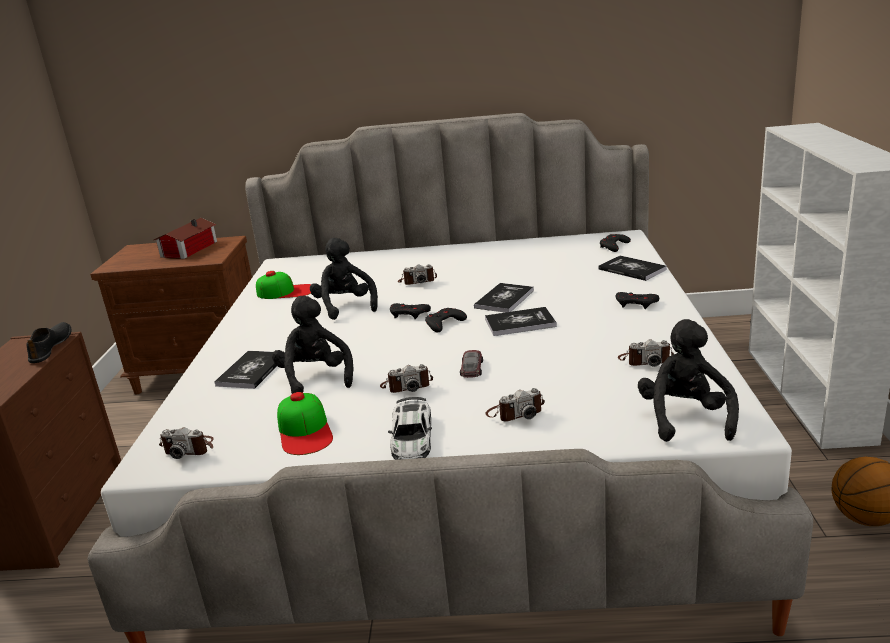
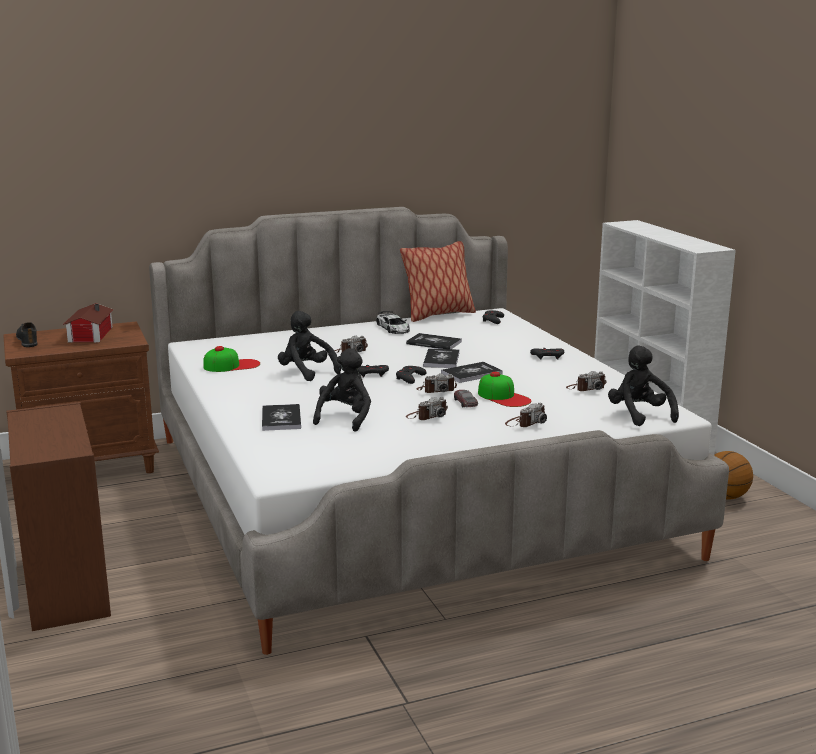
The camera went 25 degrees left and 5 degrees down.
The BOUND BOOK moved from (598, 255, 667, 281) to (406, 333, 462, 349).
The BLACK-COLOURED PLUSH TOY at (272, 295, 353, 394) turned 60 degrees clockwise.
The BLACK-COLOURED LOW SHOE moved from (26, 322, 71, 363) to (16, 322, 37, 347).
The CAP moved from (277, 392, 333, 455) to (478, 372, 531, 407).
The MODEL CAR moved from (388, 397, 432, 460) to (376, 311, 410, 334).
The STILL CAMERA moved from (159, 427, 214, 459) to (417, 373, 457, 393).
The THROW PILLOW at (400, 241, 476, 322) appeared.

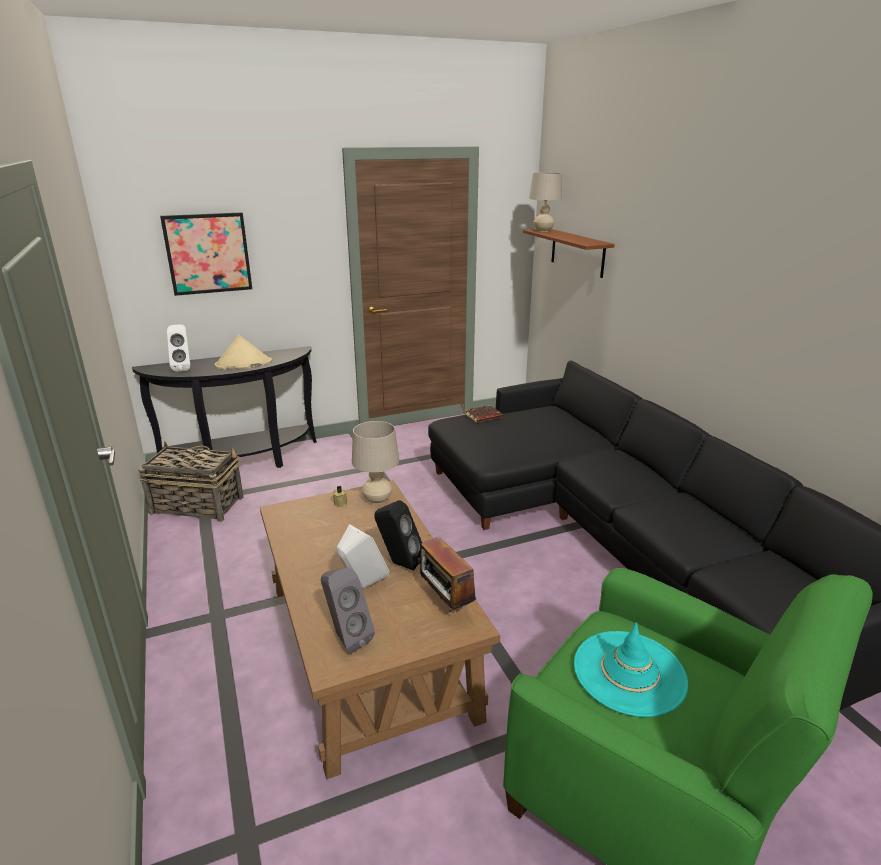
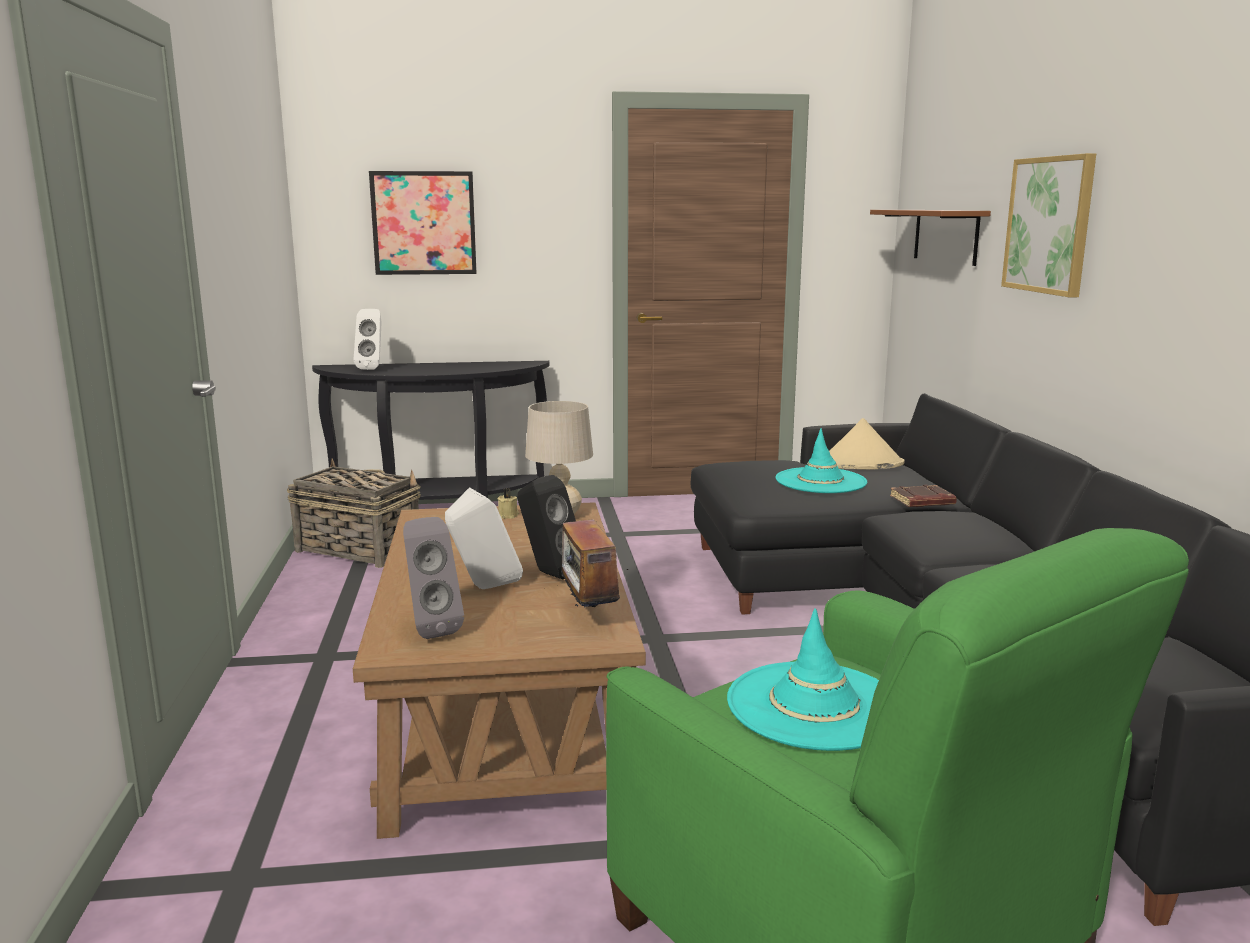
The camera went 15 degrees right and 10 degrees down.
The SAND-COLOURED LAMP FOR A TABLE at (529, 172, 562, 232) disappeared.
The SAND-COLOURED WEARABLE HAT moved from (215, 334, 272, 370) to (829, 418, 904, 469).
The BROWN BOUND BOOK moved from (465, 405, 502, 423) to (890, 485, 957, 507).
The PICTURE at (1001, 153, 1096, 297) appeared.
The BLUE-GREEN WEARABLE HAT at (776, 428, 867, 493) appeared.

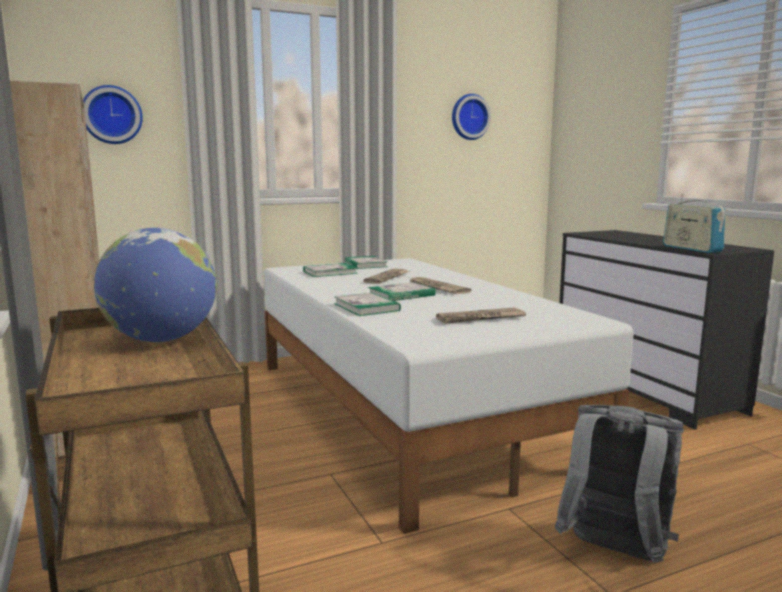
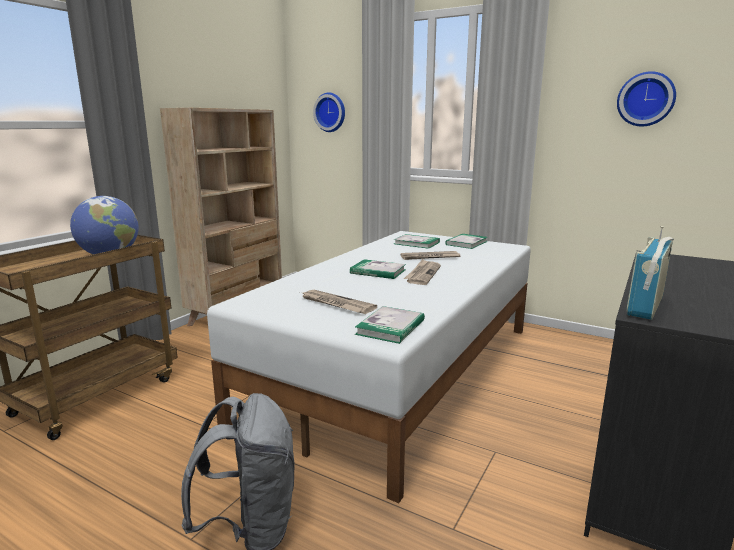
The camera went 55 degrees right and 5 degrees up.
The BOUND BOOK moved from (334, 293, 401, 316) to (355, 306, 425, 344).

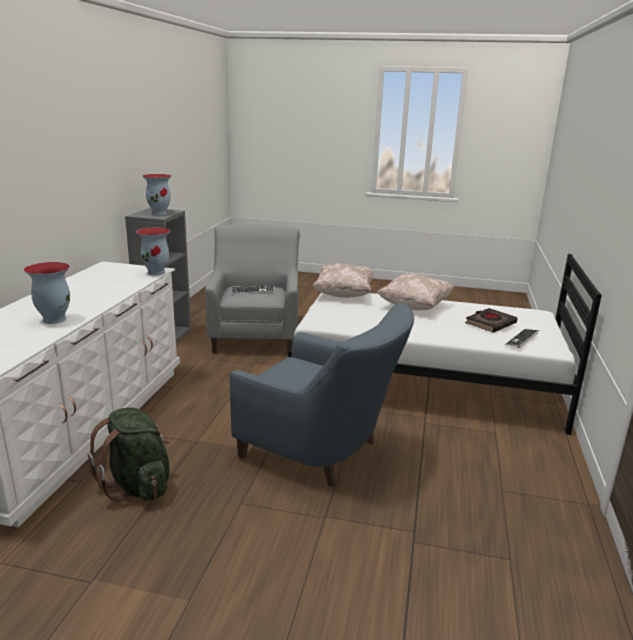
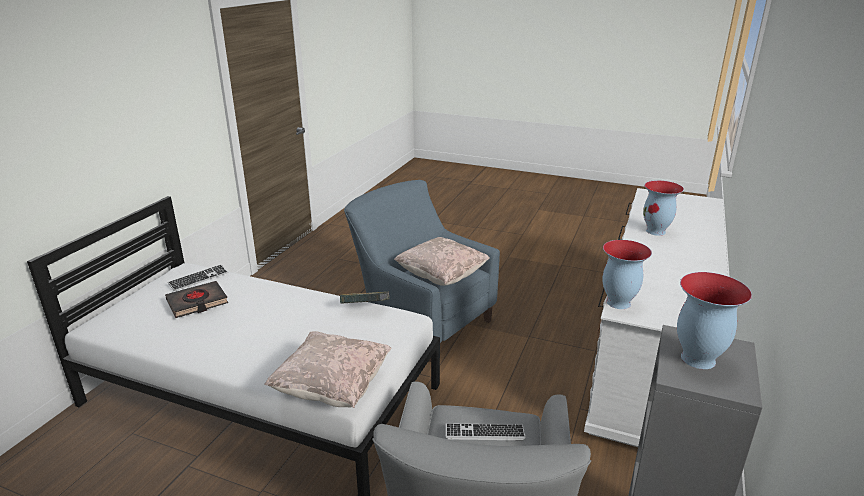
The camera went 170 degrees left and 5 degrees up.
The SAND-COLOURED THROW PILLOW moved from (377, 274, 454, 310) to (394, 237, 490, 285).
The GREEN-COLOURED KNAPSACK at (88, 407, 170, 502) disappeared.
The BOUND BOOK at (340, 292, 389, 304) appeared.

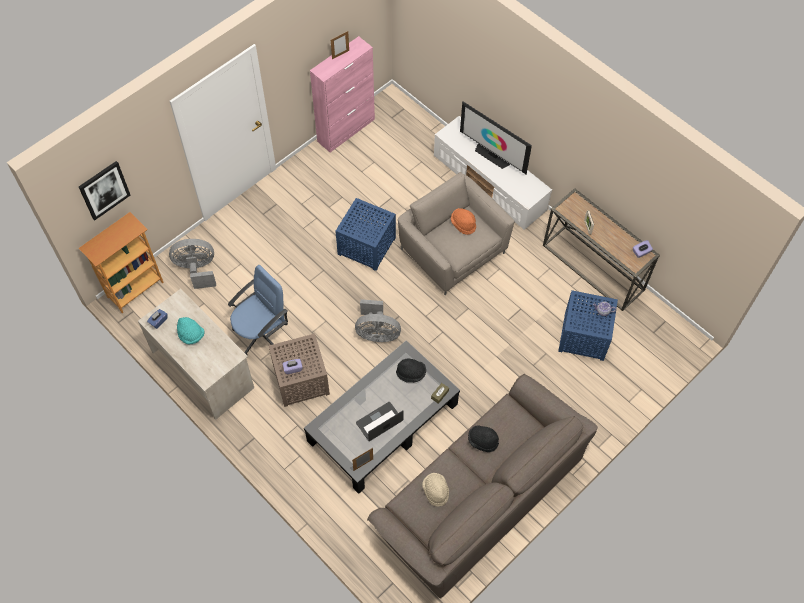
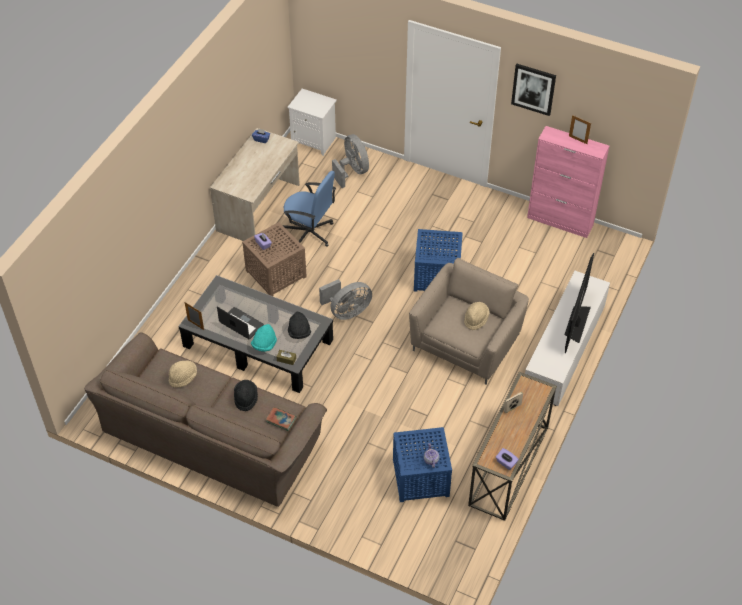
The camera went 70 degrees right and 10 degrees down.
The PICTURE moved from (79, 161, 130, 220) to (511, 64, 556, 116).
The ORANGE-COLOURED WEARABLE HAT at (451, 208, 476, 235) became the SAND-COLOURED WEARABLE HAT at (464, 302, 490, 330).
The BOOKCASE at (79, 212, 164, 313) was replaced by the WHITE BEDSIDE TABLE at (288, 89, 337, 156).
The GRAY ELECTRIC FAN at (355, 299, 401, 342) turned 105 degrees counterclockwise.
The BLUE-GREEN WEARABLE HAT moved from (177, 317, 204, 344) to (251, 324, 277, 352).
The BOUND BOOK at (266, 407, 296, 431) appeared.

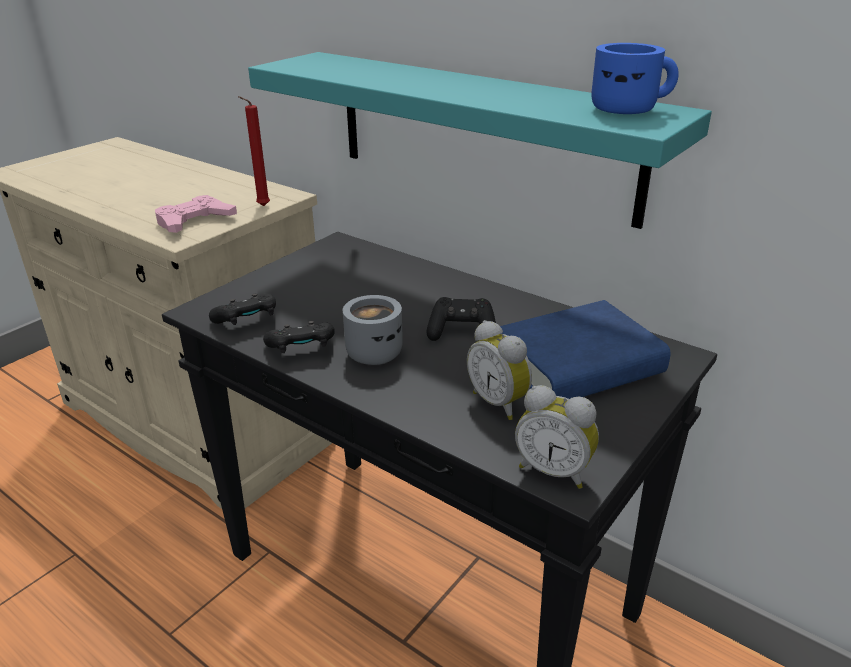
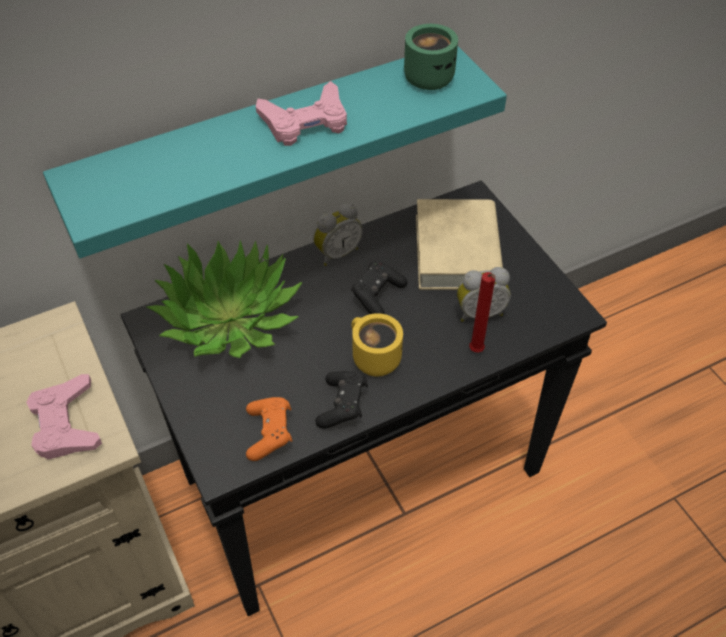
The camera went 65 degrees left and 20 degrees up.
The BLUE-COLOURED COFFEE MUG at (592, 43, 679, 114) became the GREEN-COLOURED COFFEE MUG at (404, 24, 458, 90).
The RED WAX CANDLE moved from (238, 96, 270, 206) to (469, 272, 495, 352).
The BLACK-COLOURED GAME CONTROLLER at (209, 294, 276, 325) became the ORANGE-COLOURED GAME CONTROLLER at (246, 397, 293, 461).
The GRAY COFFEE MUG at (343, 295, 403, 365) became the YELLOW-COLOURED COFFEE MUG at (351, 313, 403, 377).
The BLUE-COLOURED BOUND BOOK at (500, 300, 670, 399) became the SAND-COLOURED BOUND BOOK at (416, 199, 503, 290).
The ALARM CLOCK moved from (515, 385, 599, 489) to (313, 203, 363, 266).
The PINKISH GAME CONTROLLER at (256, 81, 347, 146) appeared.
The POTTED PLANT at (146, 240, 303, 358) appeared.

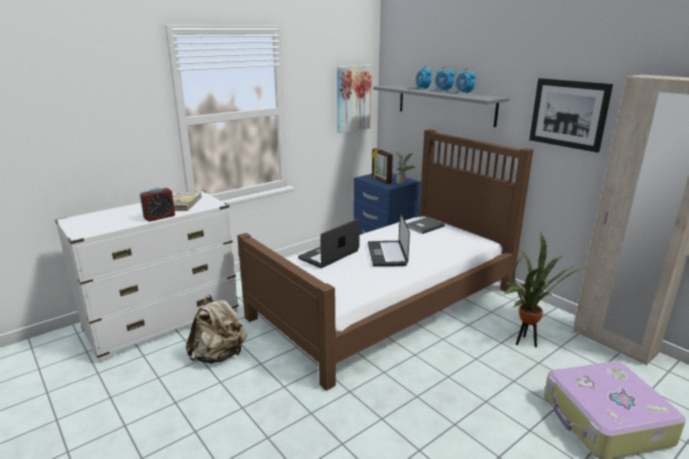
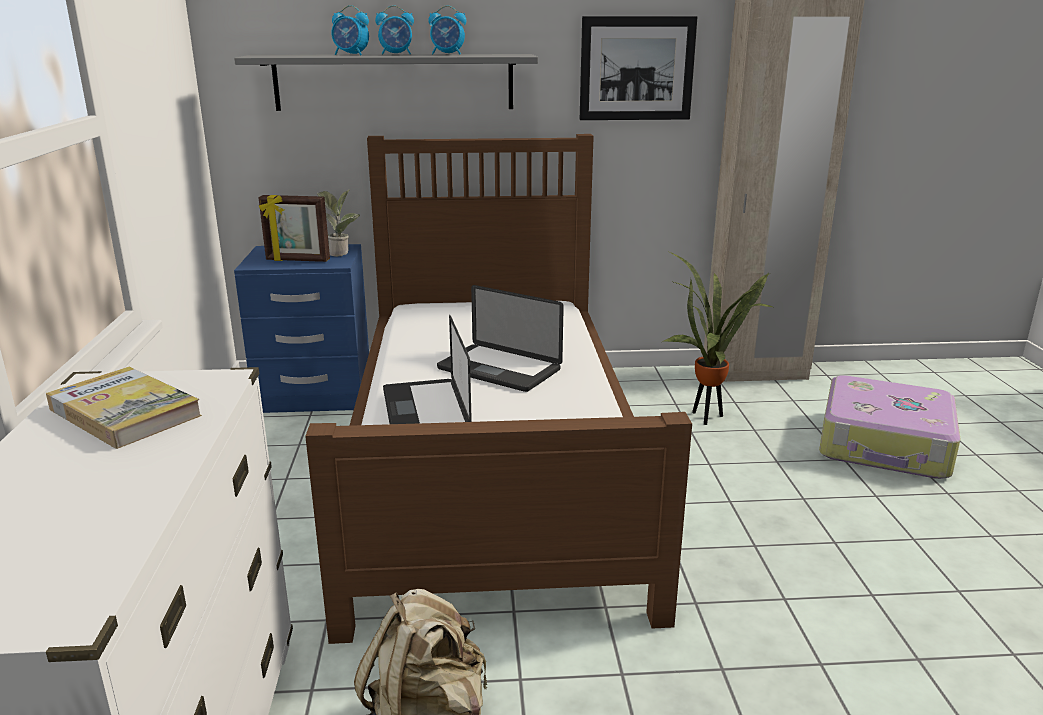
The camera went 55 degrees left and 0 degrees up.
The PICTURE at (337, 65, 372, 133) disappeared.
The ALARM CLOCK at (140, 187, 175, 222) disappeared.
The GRAY BOUND BOOK at (407, 217, 445, 234) disappeared.

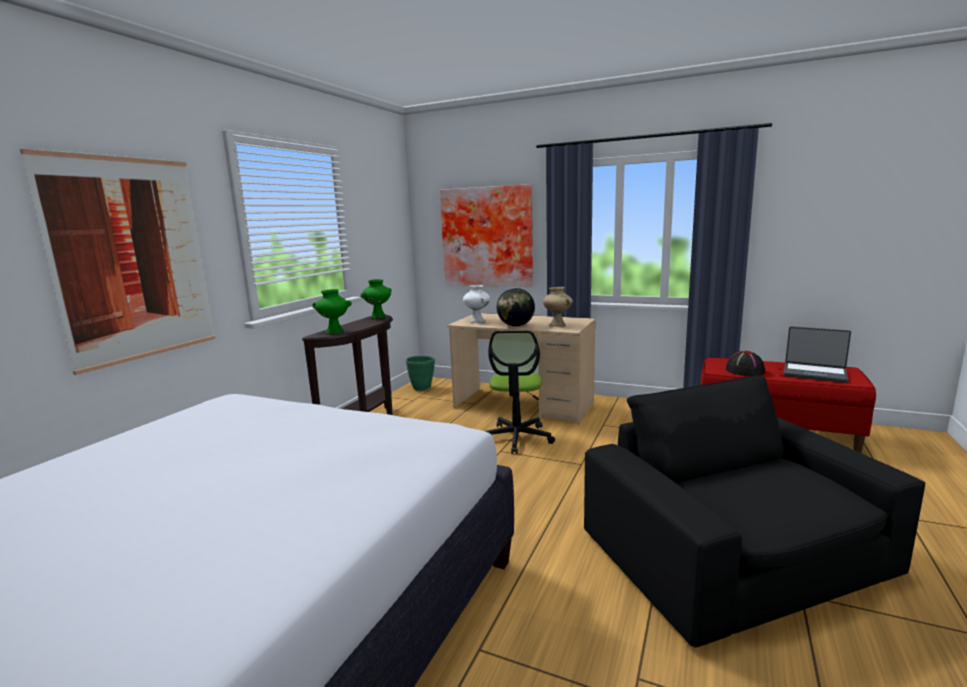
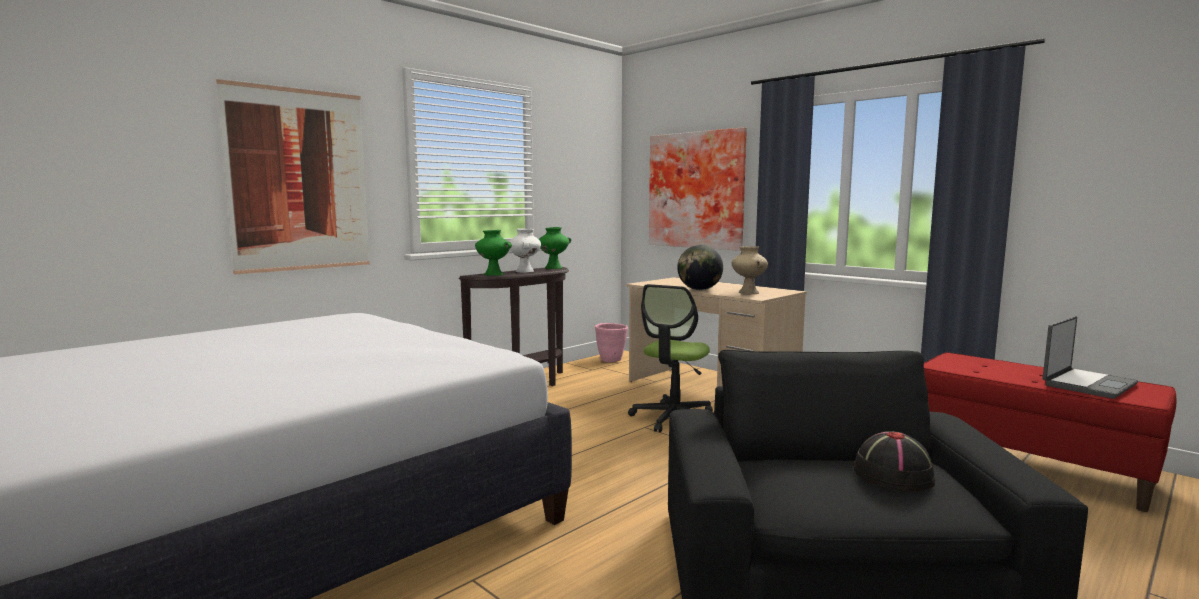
The camera went 20 degrees right and 5 degrees down.
The WHITE FLOWER VASE moved from (463, 285, 490, 323) to (509, 228, 541, 273).
The NOTEBOOK COMPUTER at (784, 327, 851, 383) turned 90 degrees counterclockwise.
The BLACK-COLOURED WEARABLE HAT moved from (726, 351, 766, 376) to (854, 431, 935, 492).
The GREEN-COLOURED PLANTER at (406, 356, 435, 391) became the PINKISH PLANTER at (595, 323, 628, 362).

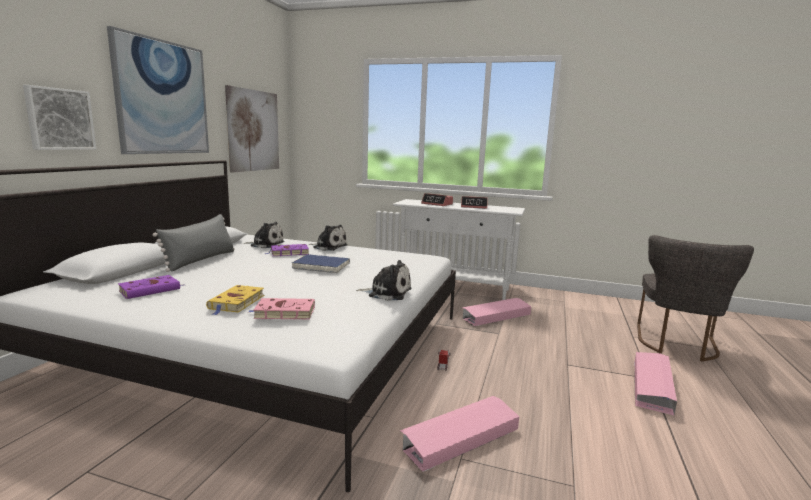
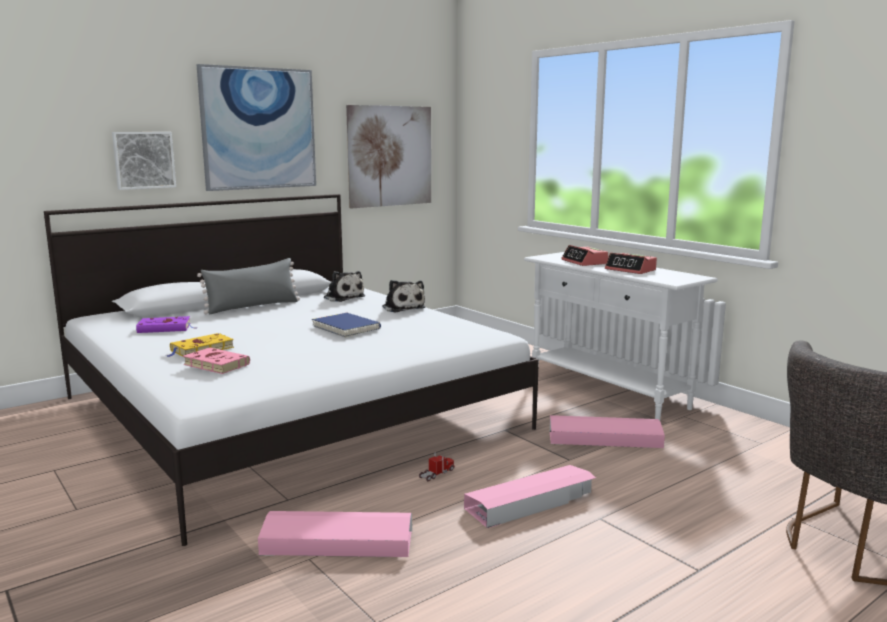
The camera went 35 degrees right and 0 degrees up.
The PURPLE-COLOURED BOUND BOOK at (264, 244, 309, 256) disappeared.
The PLUSH TOY at (356, 260, 412, 301) disappeared.
The PINKISH STORAGE BIN moved from (634, 352, 677, 416) to (464, 465, 596, 528).

